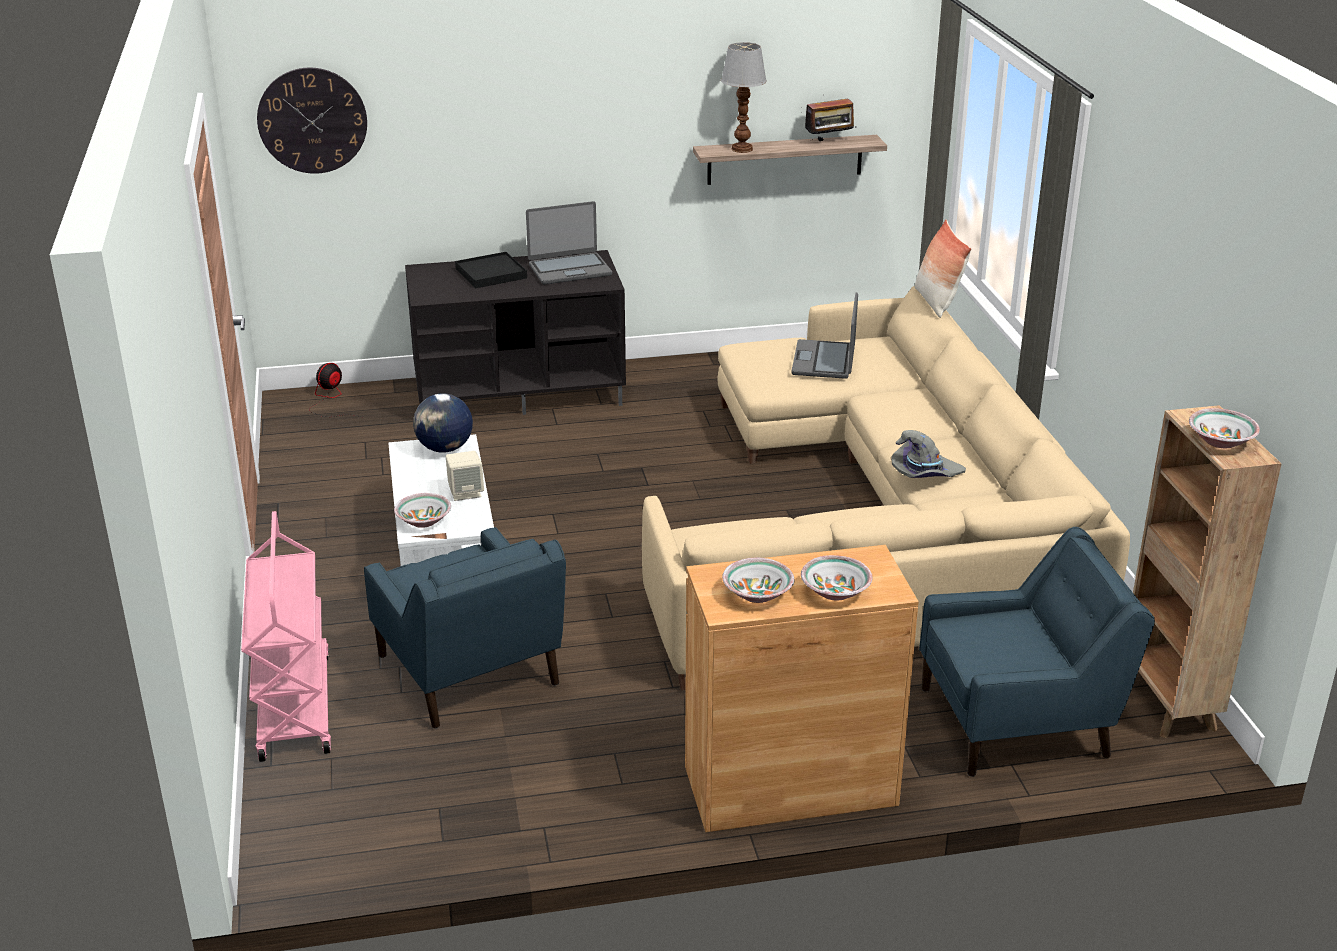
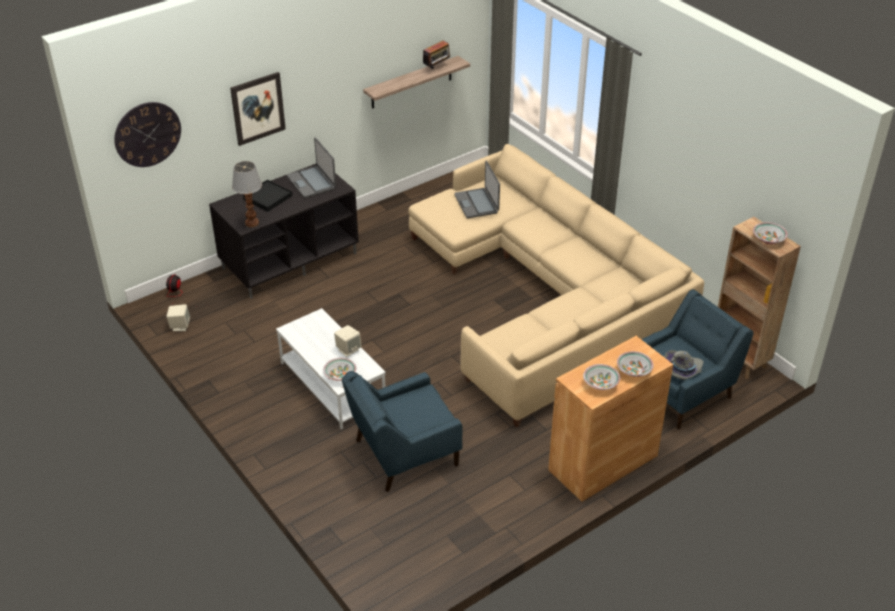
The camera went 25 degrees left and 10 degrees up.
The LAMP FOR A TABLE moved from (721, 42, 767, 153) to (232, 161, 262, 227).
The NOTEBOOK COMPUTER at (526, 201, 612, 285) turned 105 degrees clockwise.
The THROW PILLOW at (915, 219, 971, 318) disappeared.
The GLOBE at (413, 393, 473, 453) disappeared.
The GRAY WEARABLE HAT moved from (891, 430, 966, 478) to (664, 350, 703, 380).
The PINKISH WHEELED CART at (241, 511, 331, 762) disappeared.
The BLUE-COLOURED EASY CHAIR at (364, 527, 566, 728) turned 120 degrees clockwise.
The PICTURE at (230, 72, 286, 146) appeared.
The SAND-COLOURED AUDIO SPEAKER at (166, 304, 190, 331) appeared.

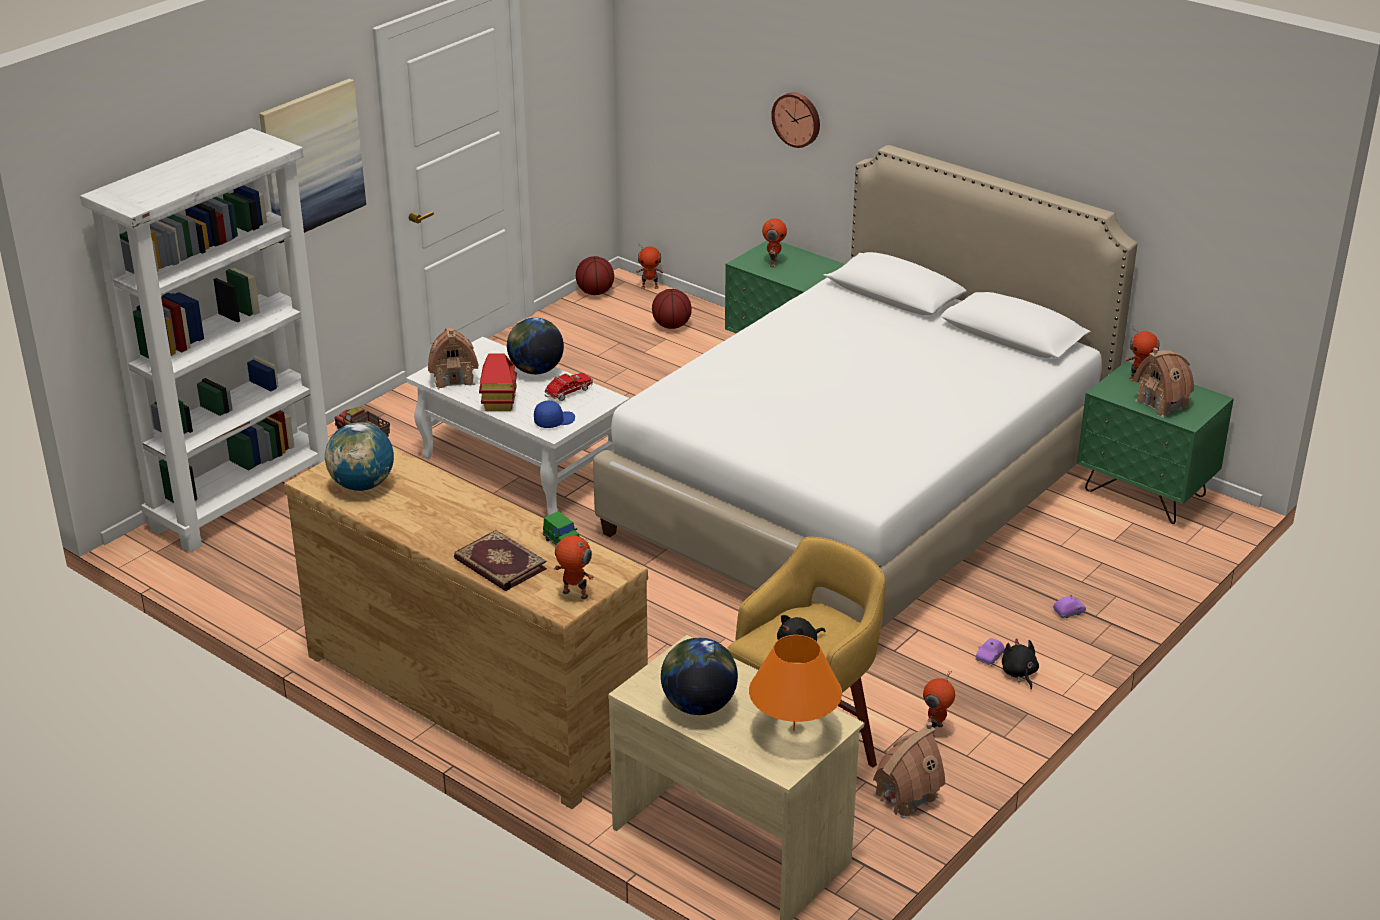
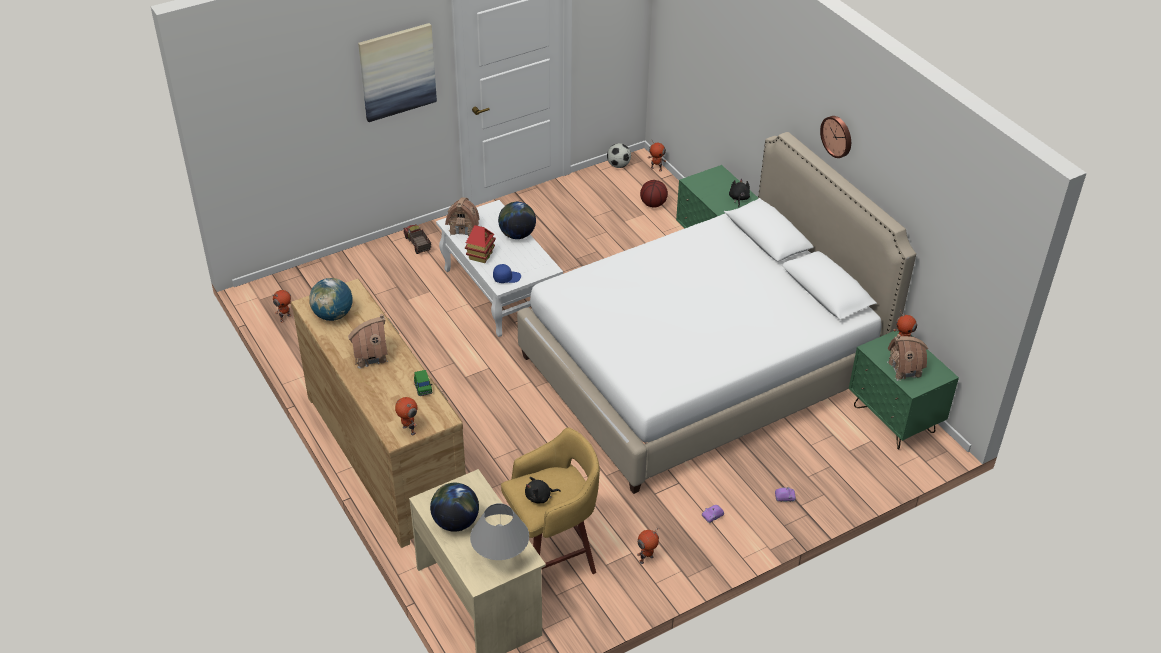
The camera went 20 degrees right and 10 degrees up.
The HANGING CLOCK moved from (771, 92, 820, 148) to (820, 116, 851, 158).
The WHITE BOOKCASE at (80, 128, 329, 552) disappeared.
The ROBOT FIGURE moved from (762, 218, 787, 268) to (272, 290, 291, 323).
The BASKETBALL at (576, 256, 614, 295) was replaced by the BALL FOR FOOTBALL at (607, 143, 631, 168).
The MODEL TRUCK at (544, 373, 593, 401) disappeared.
The BOUND BOOK at (454, 530, 547, 591) disappeared.
The ORANGE-COLOURED LAMP FOR A TABLE at (749, 635, 842, 731) became the GRAY LAMP FOR A TABLE at (470, 503, 529, 560).
The BLACK-COLOURED PLUSH TOY moved from (1002, 638, 1039, 689) to (729, 179, 750, 207).
The MODEL HOUSE moved from (873, 722, 945, 818) to (348, 314, 388, 369).

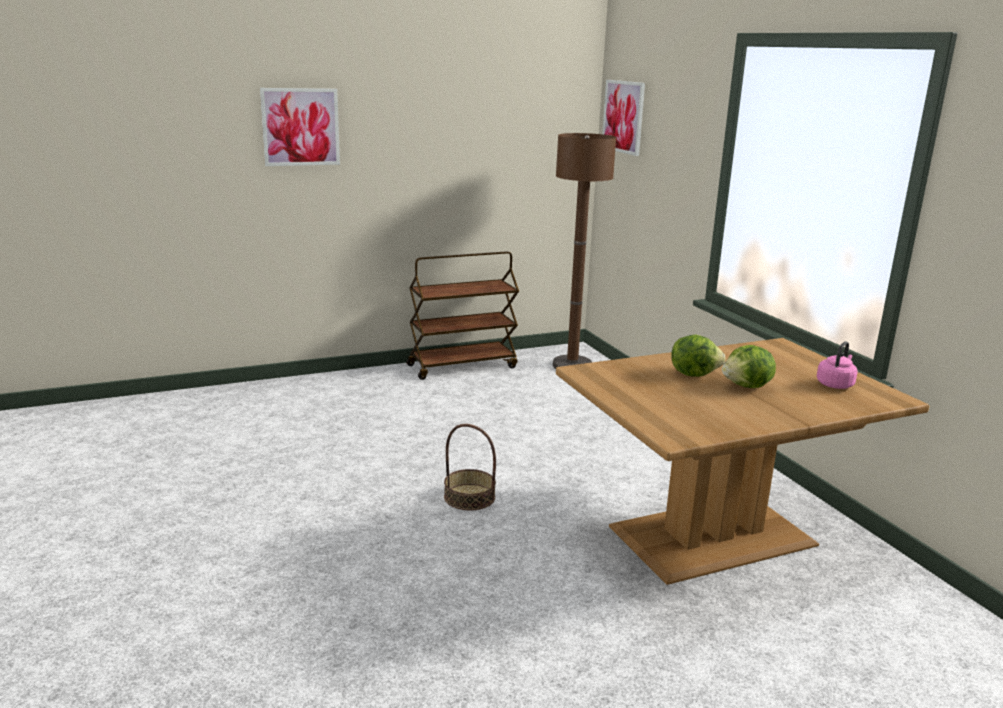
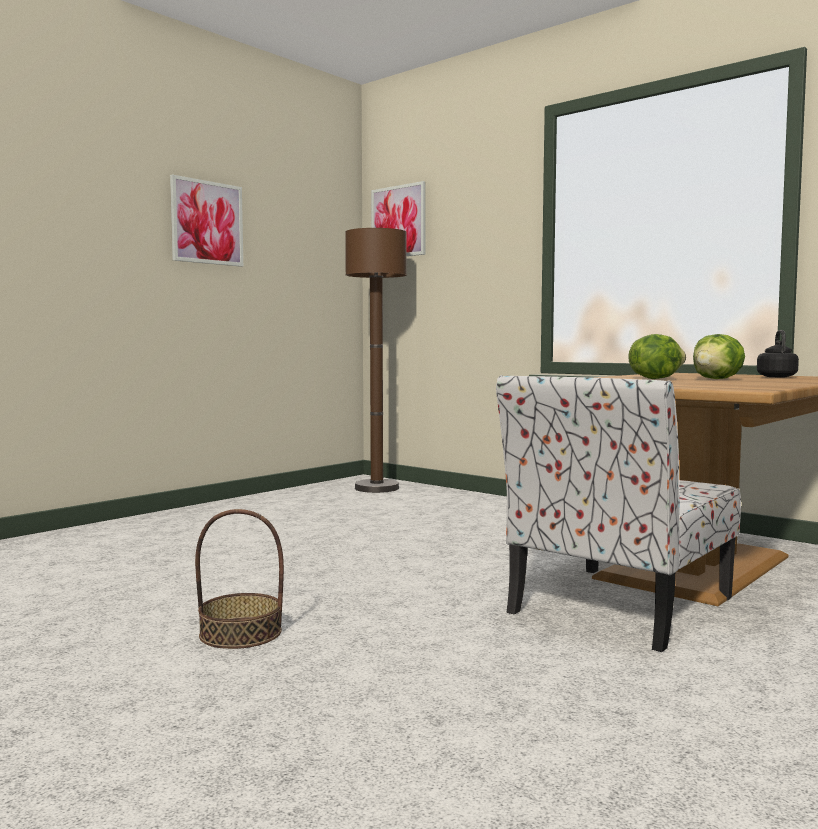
The camera went 25 degrees left and 15 degrees down.
The PICTURE moved from (260, 88, 340, 166) to (170, 175, 243, 267).
The BROWN WHEELED CART at (406, 251, 519, 380) disappeared.
The PINKISH TEA KETTLE at (817, 341, 858, 389) became the BLACK-COLOURED TEA KETTLE at (757, 330, 799, 377).
The HOUSEHOLD BASKET moved from (444, 424, 496, 510) to (195, 509, 284, 649).
The CHAIR at (496, 375, 741, 652) appeared.

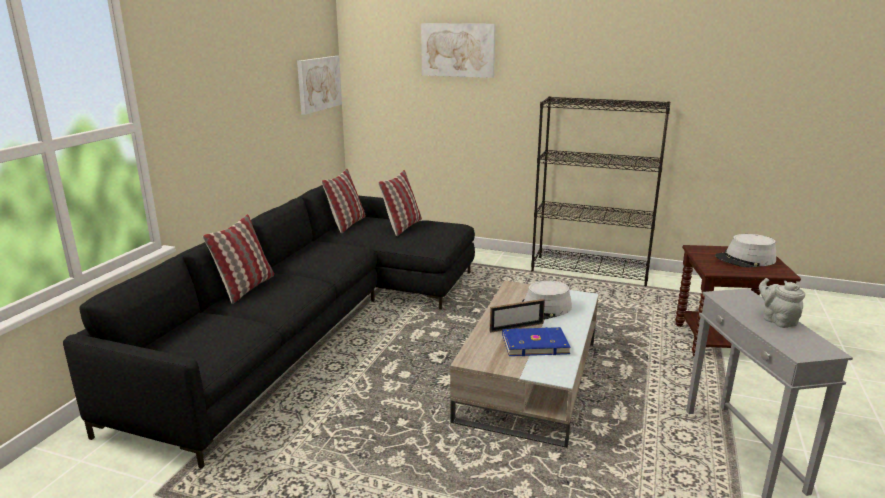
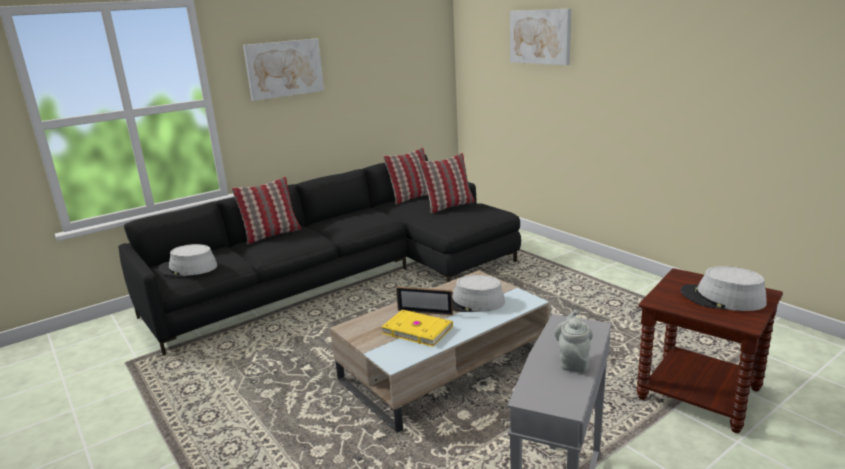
The camera went 35 degrees right and 0 degrees up.
The PICTURE moved from (297, 56, 342, 115) to (243, 39, 324, 101).
The BLACK-COLOURED BOOKCASE at (531, 96, 670, 286) disappeared.
The BLUE-COLOURED BOUND BOOK at (502, 327, 571, 356) became the YELLOW-COLOURED BOUND BOOK at (382, 309, 453, 347).
The GRAY WEARABLE HAT at (158, 244, 218, 276) appeared.

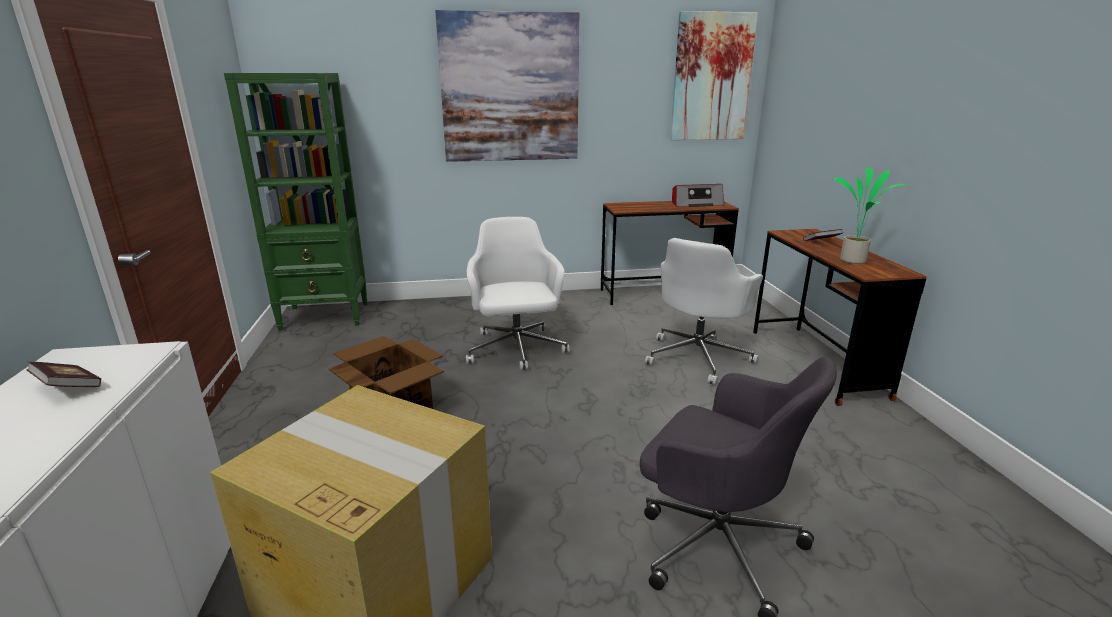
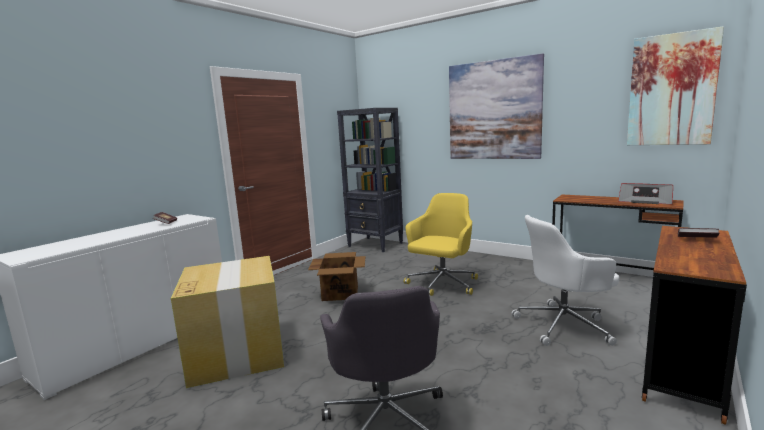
The camera went 45 degrees right and 10 degrees down.
The GREEN-COLOURED BOOKCASE at (224, 73, 368, 331) became the BLACK-COLOURED BOOKCASE at (337, 108, 403, 252).
The POTTED PLANT at (834, 167, 906, 264) disappeared.
The WHITE COMPUTER CHAIR at (466, 217, 570, 371) became the YELLOW-COLOURED COMPUTER CHAIR at (404, 193, 478, 296).

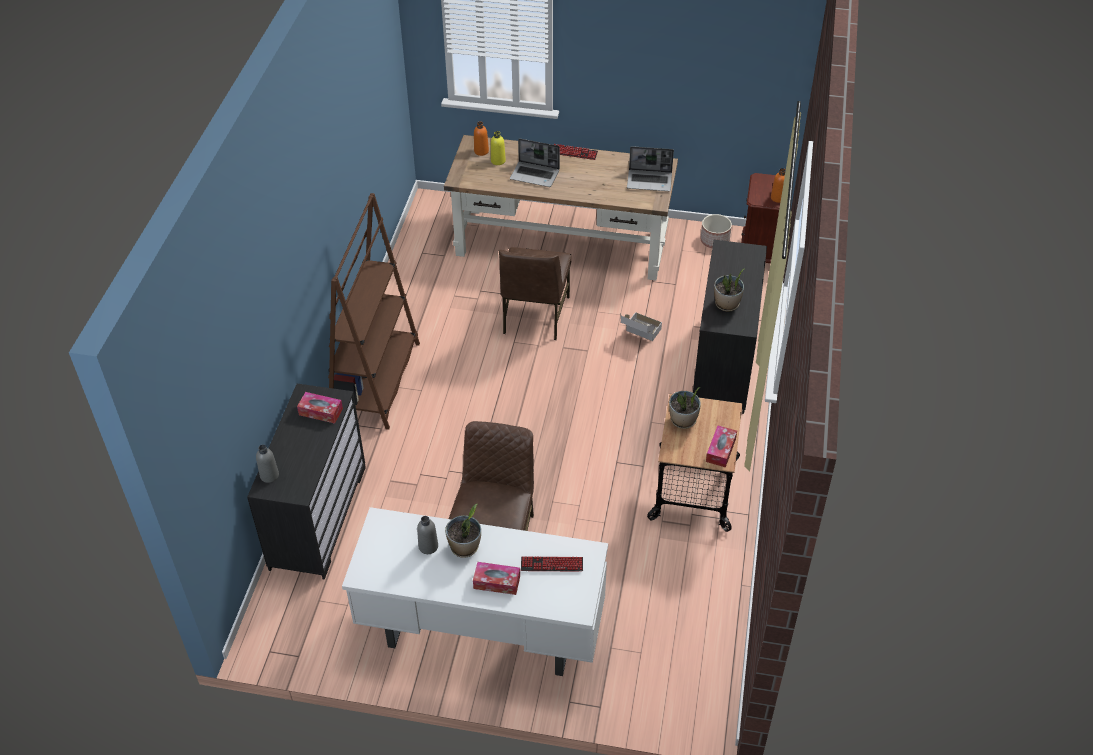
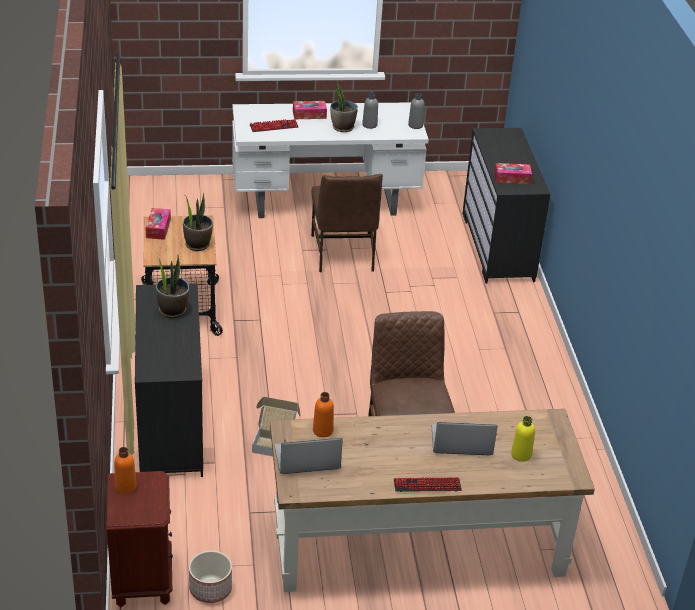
The camera went 160 degrees right and 10 degrees down.
The ORANGE-COLOURED BOTTLE moved from (474, 122, 489, 156) to (313, 392, 334, 438).
The BROWN BOOKCASE at (328, 193, 420, 430) disappeared.
The GRAY BOTTLE moved from (256, 445, 279, 483) to (408, 93, 425, 129).

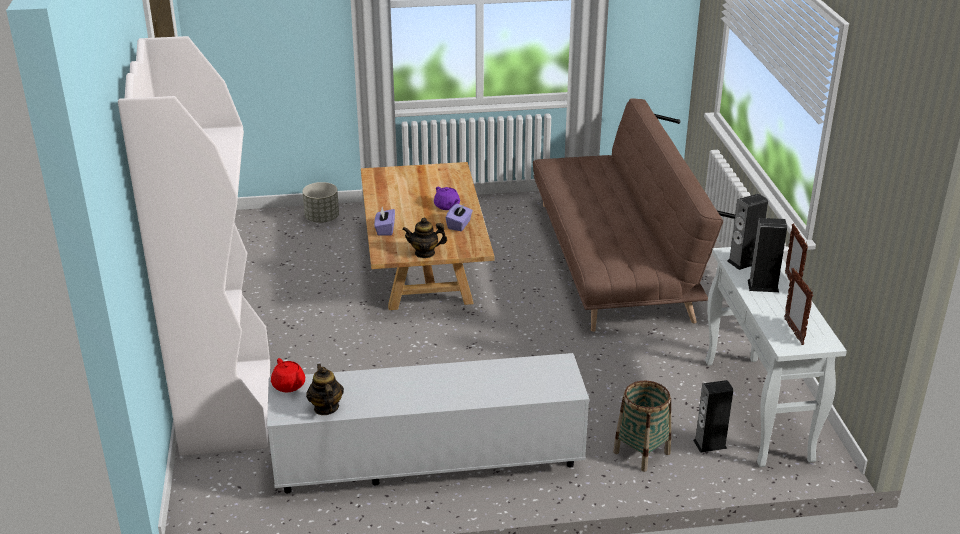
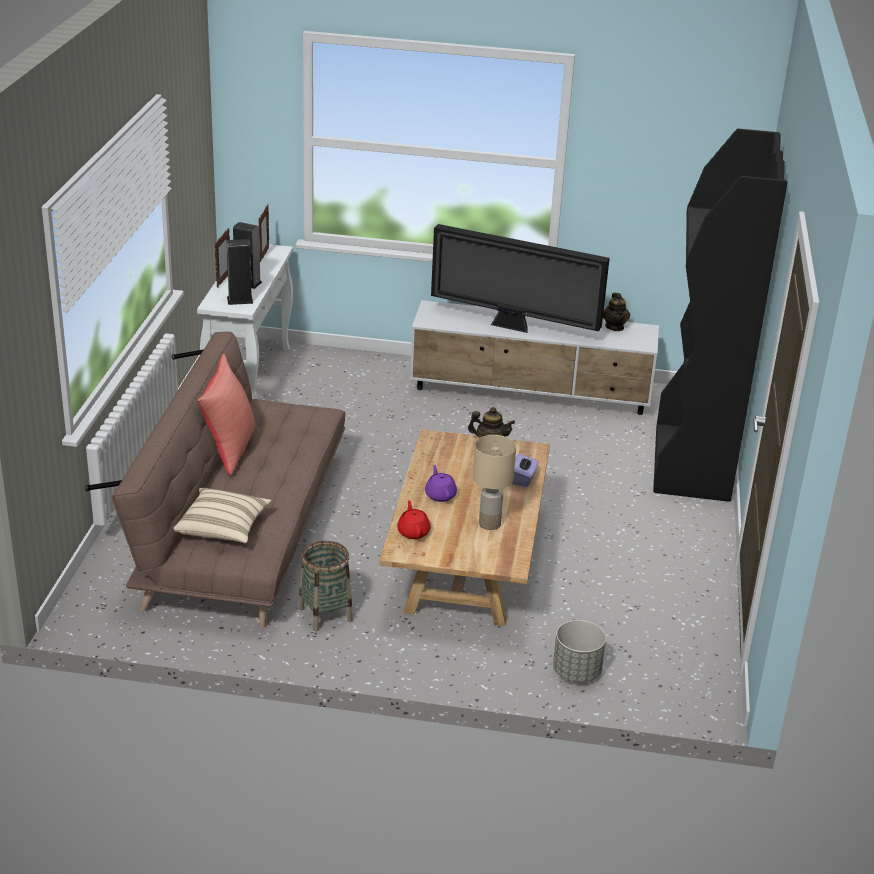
The camera went 165 degrees left and 0 degrees up.
The WHITE BOOKCASE at (118, 36, 270, 455) became the BLACK-COLOURED BOOKCASE at (653, 128, 788, 502).
The PURPLE-COLOURED TISSUE HOLDER at (446, 203, 473, 231) disappeared.
The RED TEAPOT moved from (271, 358, 305, 392) to (397, 500, 431, 539).
The AUDIO SPEAKER at (693, 380, 733, 453) disappeared.
The HOUSEHOLD BASKET moved from (613, 381, 671, 472) to (298, 541, 353, 632).
The TV at (431, 224, 610, 333) appeared.
The RED THROW PILLOW at (198, 354, 256, 476) appeared.
The SAND-COLOURED LAMP FOR A TABLE at (473, 435, 516, 530) appeared.
The SAND-COLOURED THROW PILLOW at (174, 488, 272, 543) appeared.

